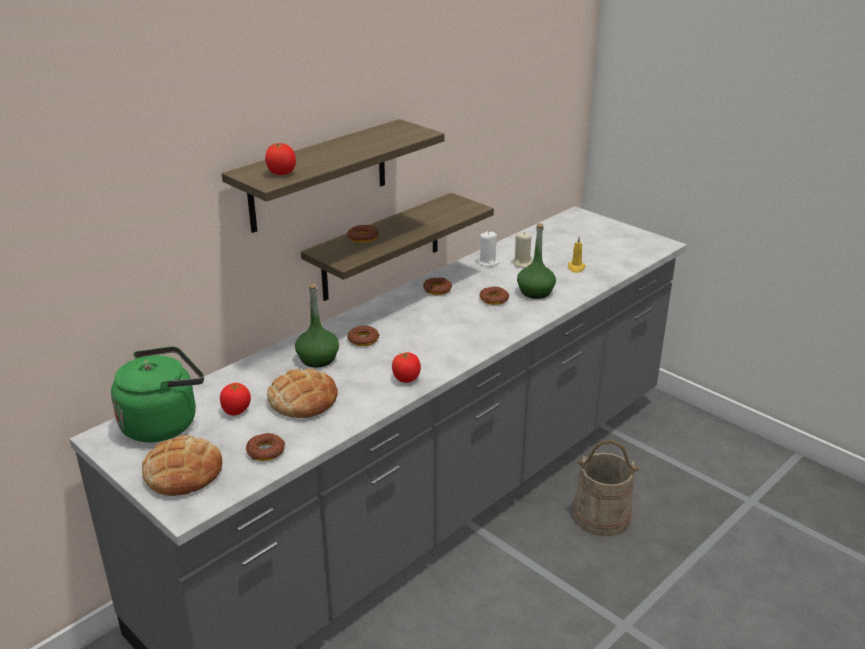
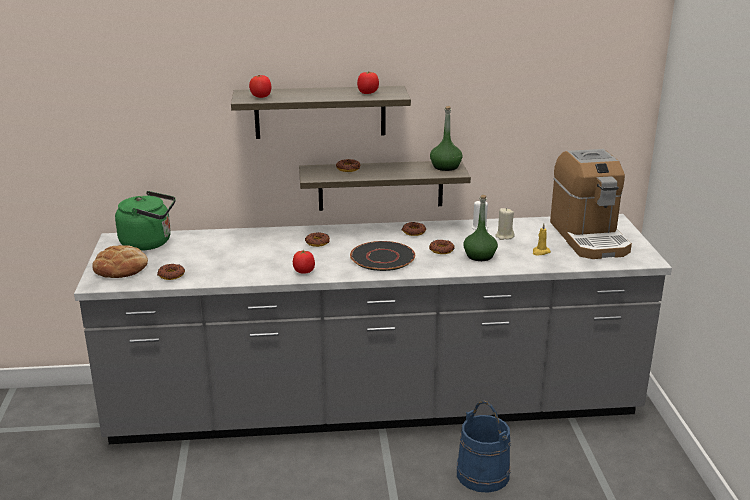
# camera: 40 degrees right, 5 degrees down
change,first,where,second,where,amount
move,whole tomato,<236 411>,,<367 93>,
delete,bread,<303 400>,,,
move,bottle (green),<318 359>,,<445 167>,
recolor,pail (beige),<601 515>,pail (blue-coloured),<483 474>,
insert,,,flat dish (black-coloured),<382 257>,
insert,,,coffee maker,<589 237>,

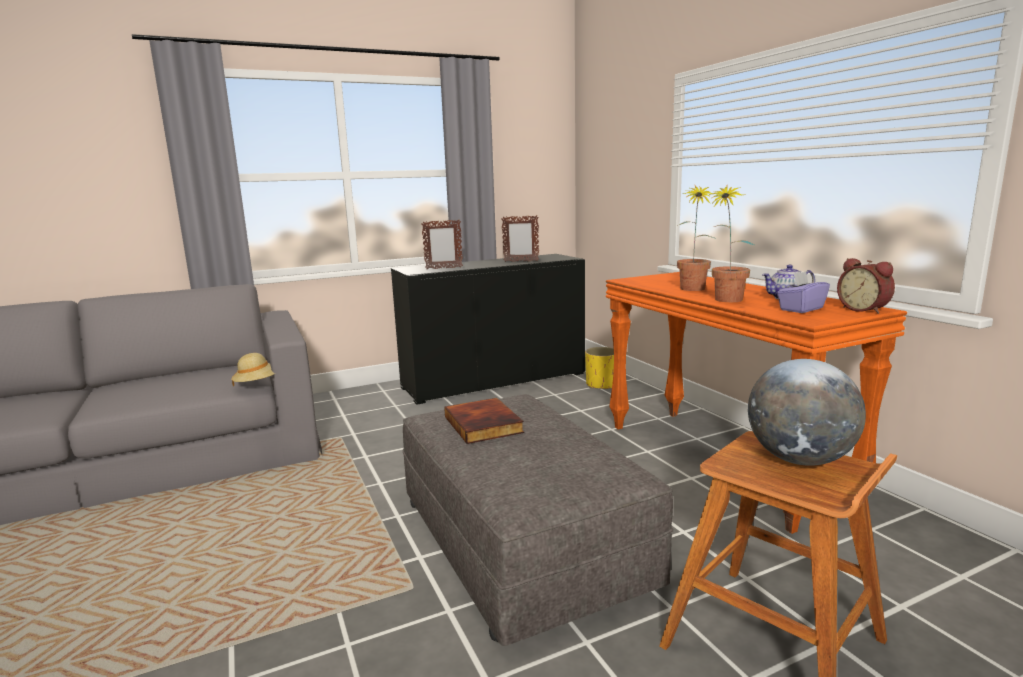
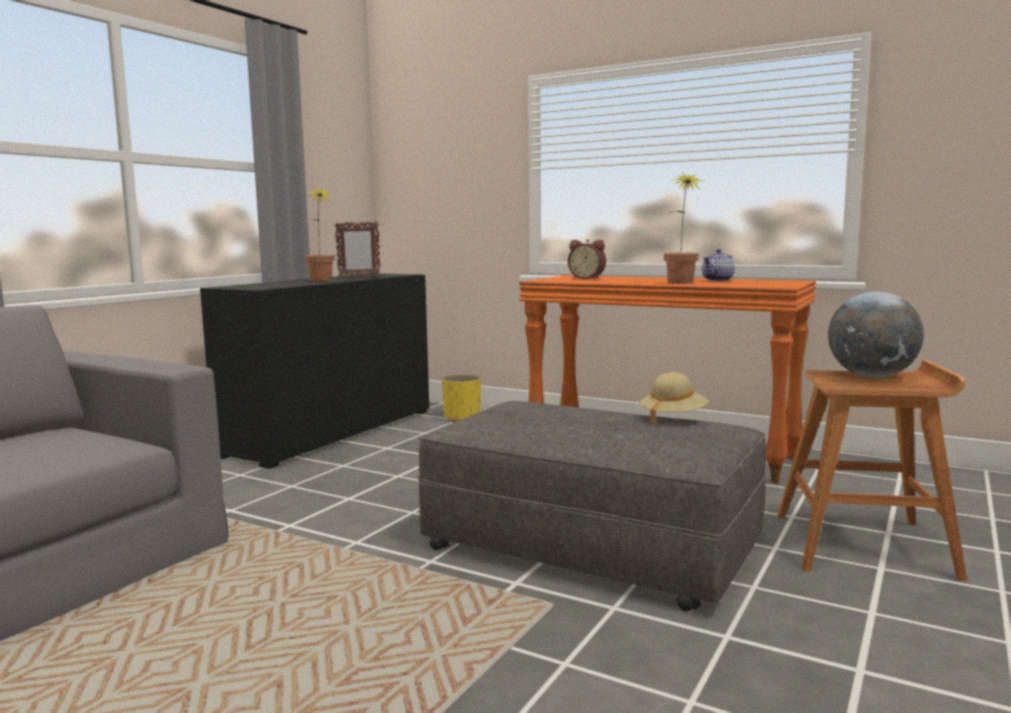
# camera: 35 degrees left, 5 degrees down
change,first,where,second,where,amount
move,clothing hat (beige),<258 384>,,<672 418>,
delete,standing frame,<443 268>,,,
delete,bound book,<485 424>,,,
move,houseplant,<692 290>,,<321 280>,
delete,tissue holder (purple-coloured),<800 309>,,,
move,table clock,<864 309>,,<587 278>,

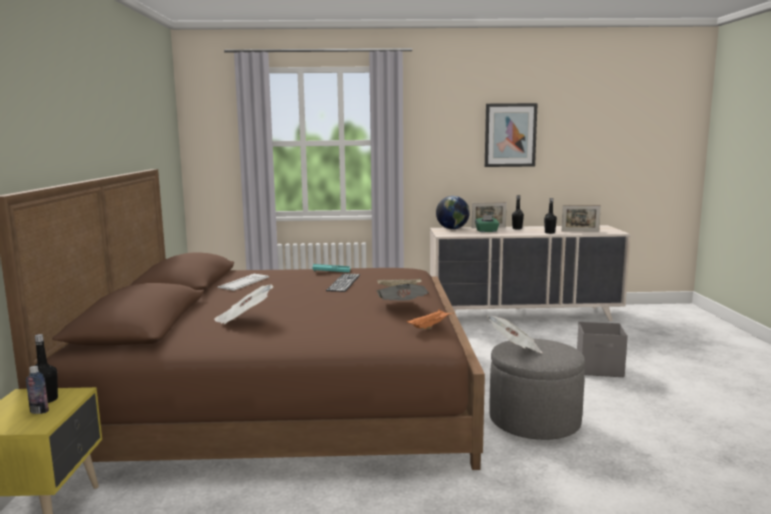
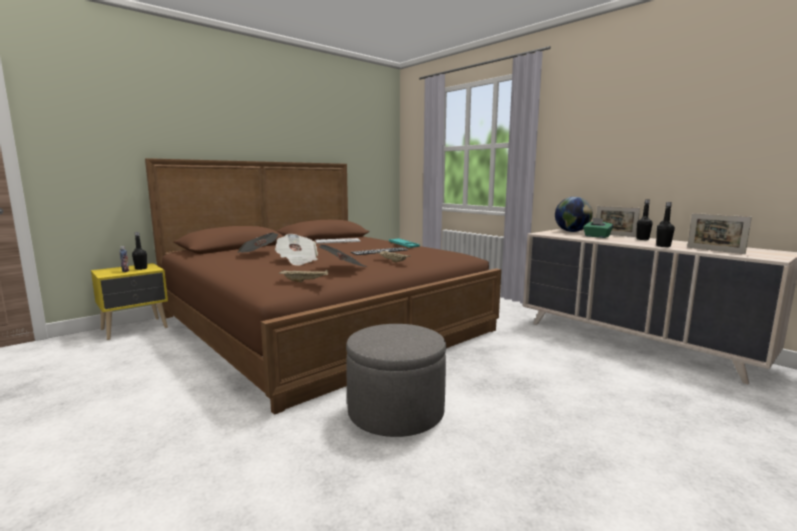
# camera: 50 degrees right, 0 degrees up
change,first,where,second,where,amount
recolor,carrying tray (orangey),<430 326>,carrying tray (beige),<305 281>,
delete,wall art,<510 135>,,,
move,printed paper,<514 348>,,<297 261>,
delete,storage bin (grey),<600 369>,,,

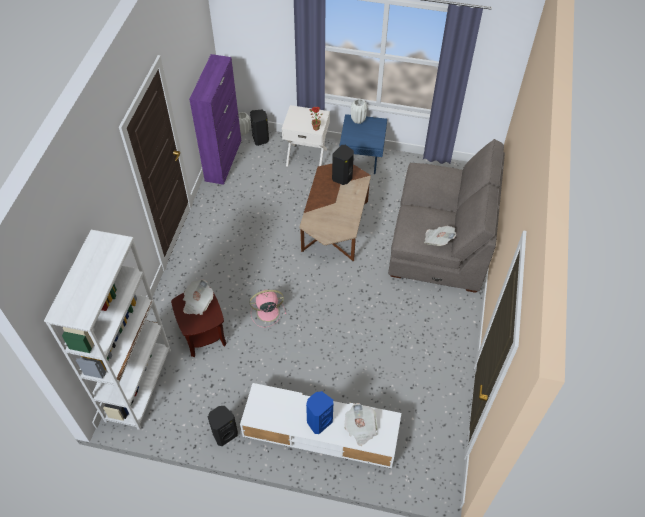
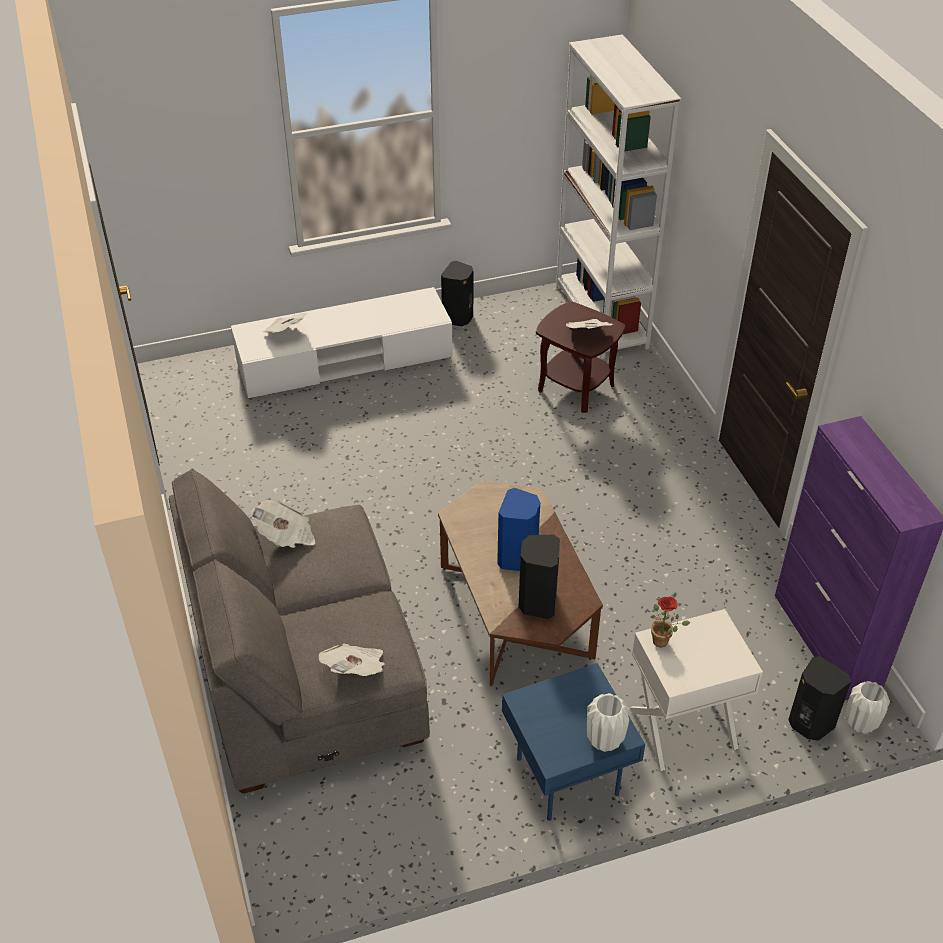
# camera: 150 degrees right, 10 degrees down
change,first,where,second,where,amount
delete,electric fan (pinkish),<266 312>,,,
move,speaker (blue-coloured),<319 421>,,<518 558>,
insert,,,printed paper,<356 670>,

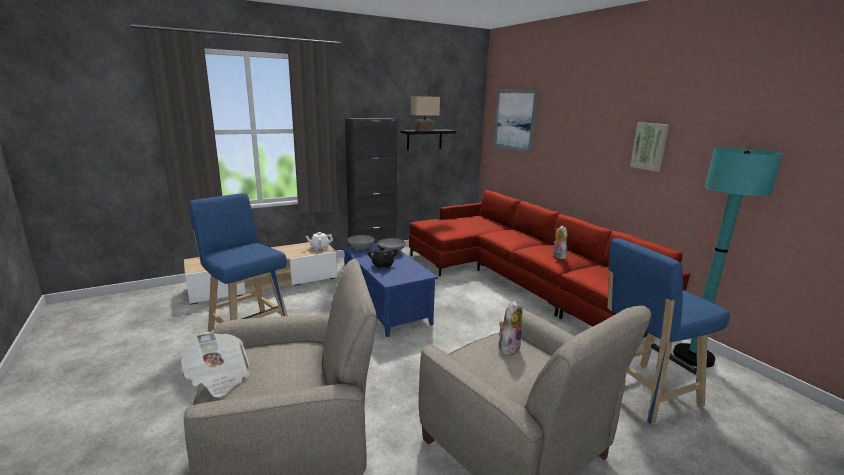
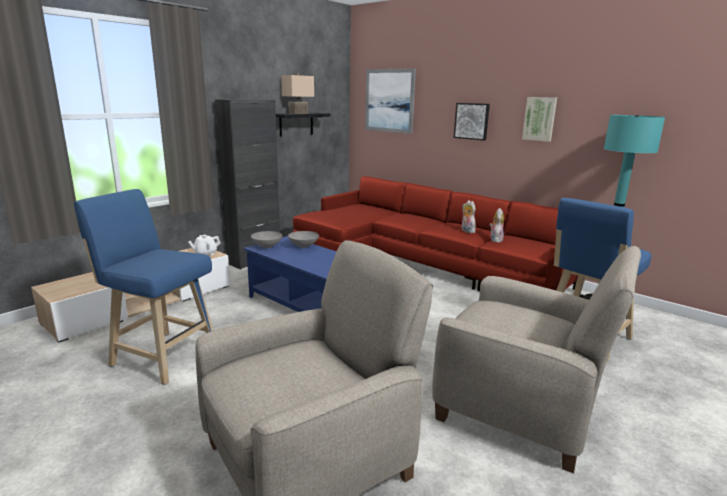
# camera: 20 degrees left, 0 degrees up
change,first,where,second,where,amount
delete,printed paper,<218 377>,,,
delete,teapot (black-coloured),<382 265>,,,
move,plush toy,<508 347>,,<495 240>,
insert,,,wall art,<472 121>,

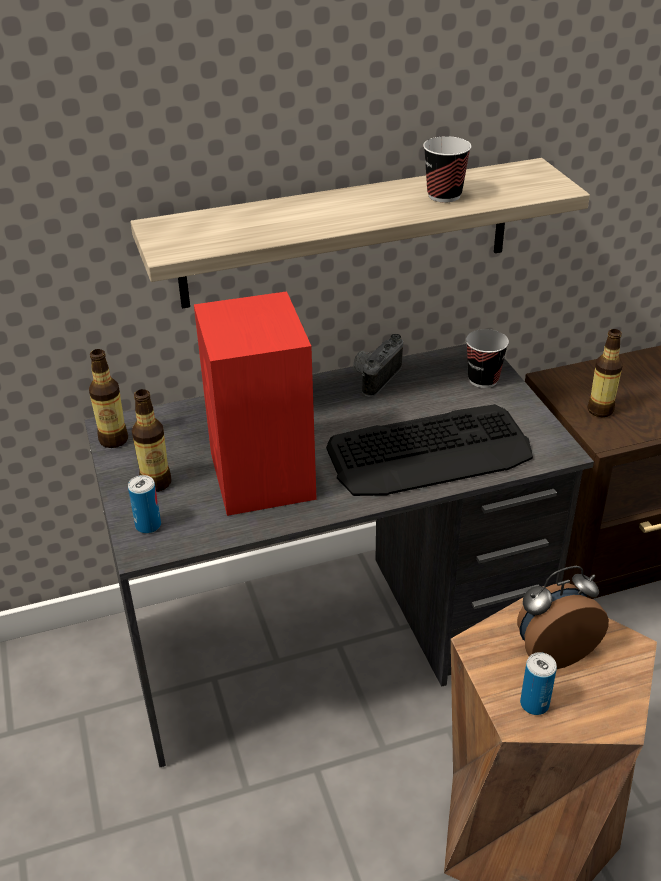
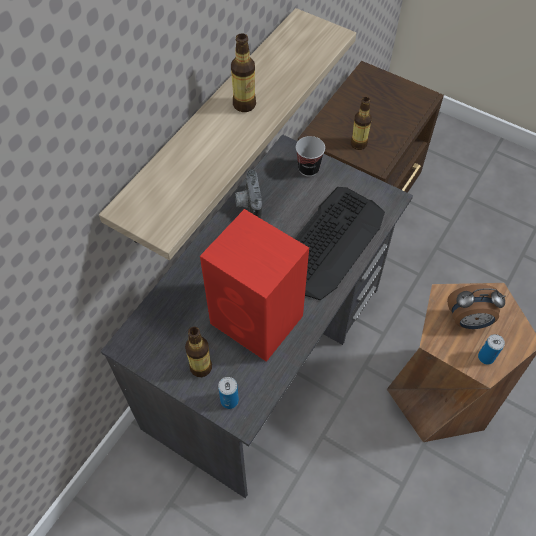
# camera: 40 degrees left, 20 degrees up
change,first,where,second,where,amount
move,bottle,<114 440>,,<244 104>,
delete,small cup,<444 195>,,,
rotate,table clock,<552 651>,,<468 321>,120 degrees counterclockwise

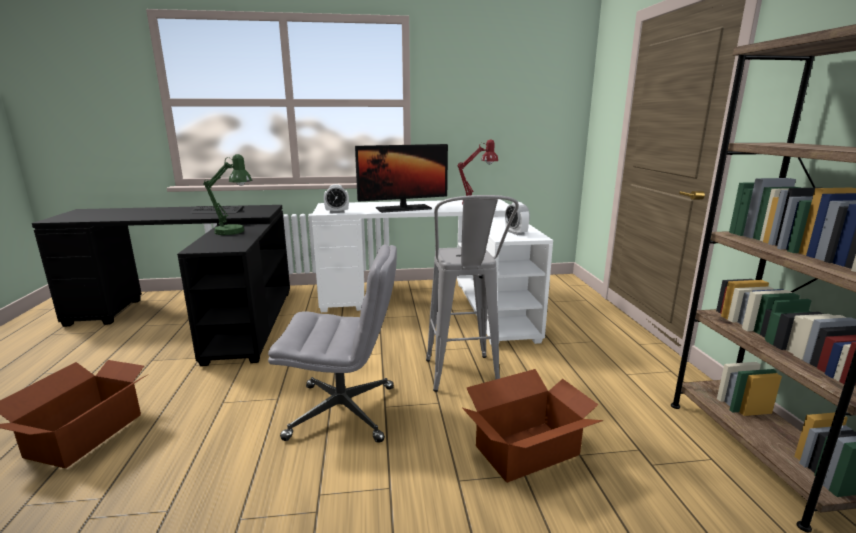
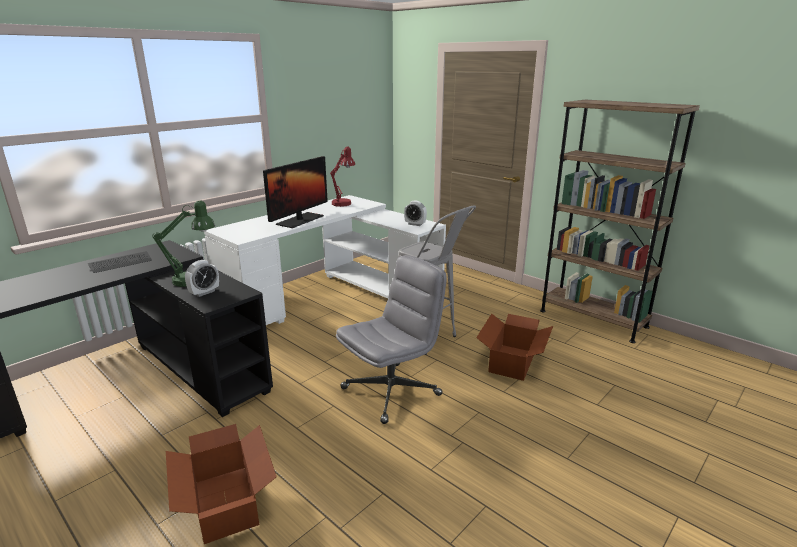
# camera: 40 degrees left, 5 degrees up
change,first,where,second,where,amount
move,table clock,<337 212>,,<204 292>,

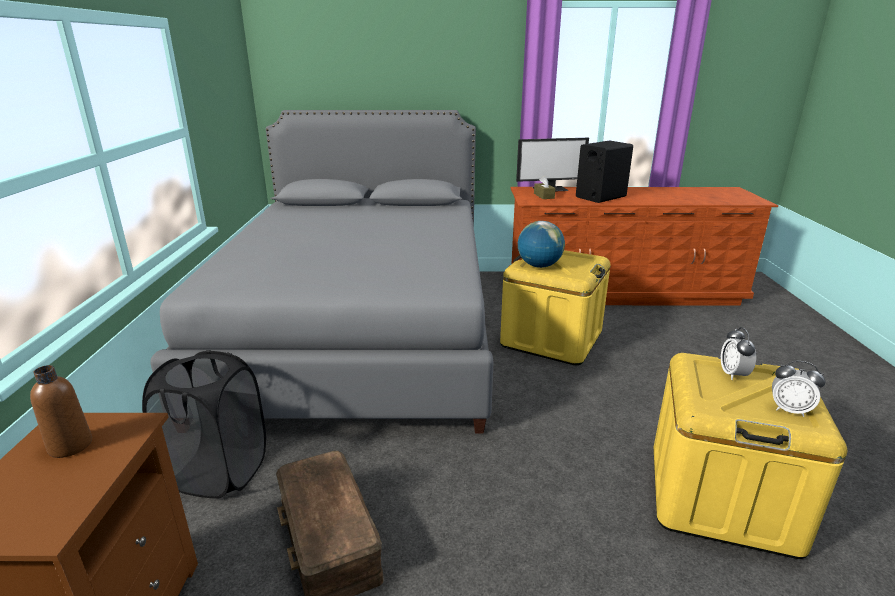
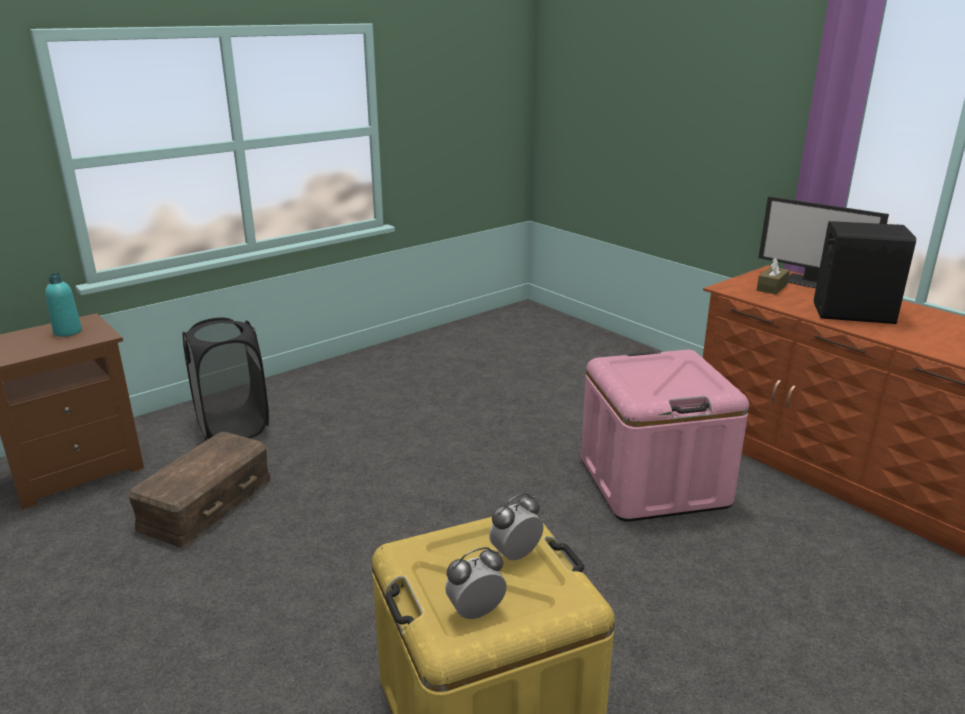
# camera: 50 degrees right, 0 degrees up
change,first,where,second,where,amount
recolor,bottle (brown),<70 446>,bottle (turquoise-coloured),<68 332>,
delete,bed (grey),<361 332>,,,
recolor,storage bin (yellow-coloured),<551 339>,storage bin (pinkish),<653 482>,
delete,desk globe,<539 266>,,,
rotate,table clock,<789 410>,,<476 612>,75 degrees clockwise

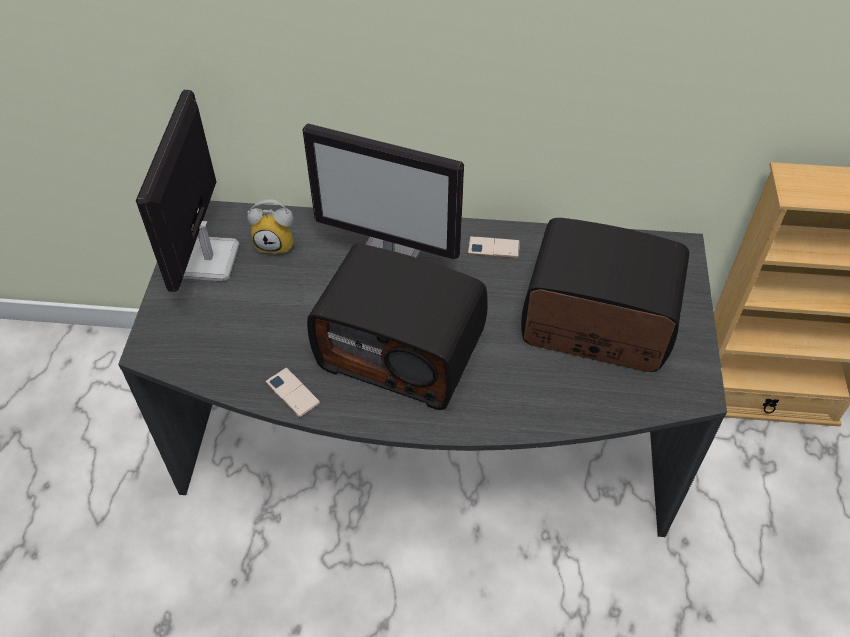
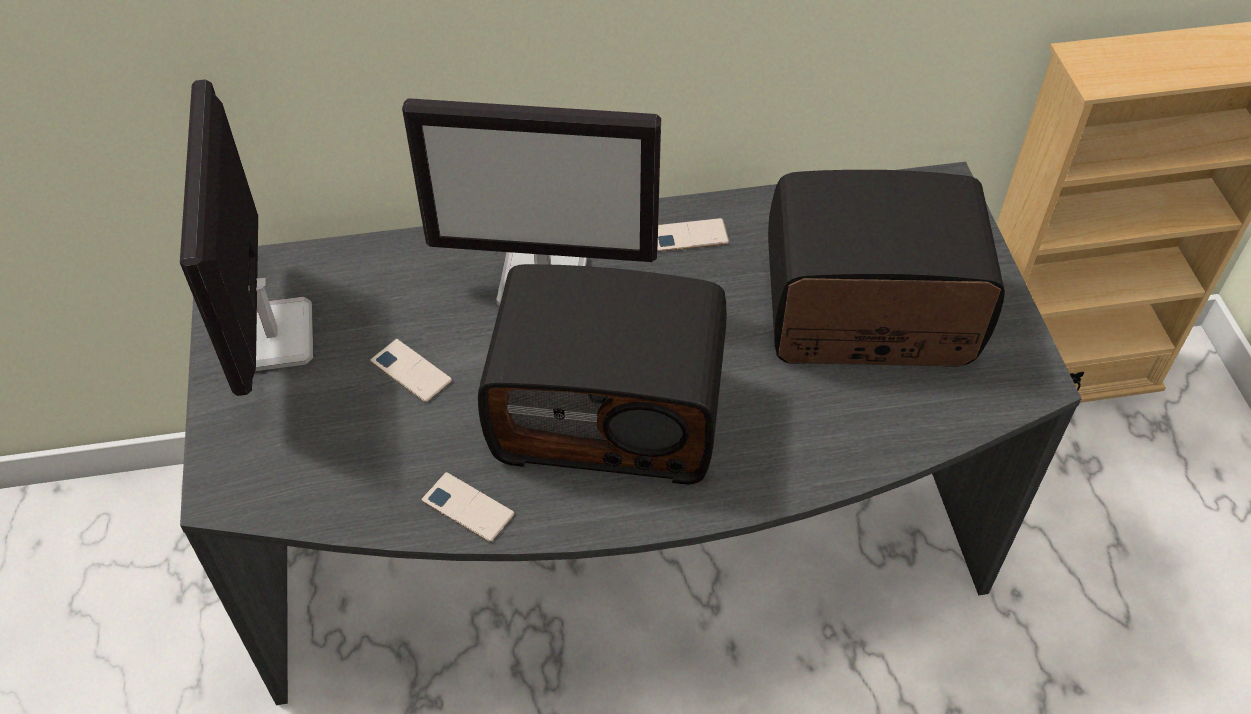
# camera: 15 degrees left, 0 degrees up
change,first,where,second,where,amount
delete,table clock,<277 243>,,,
insert,,,telephone,<411 371>,

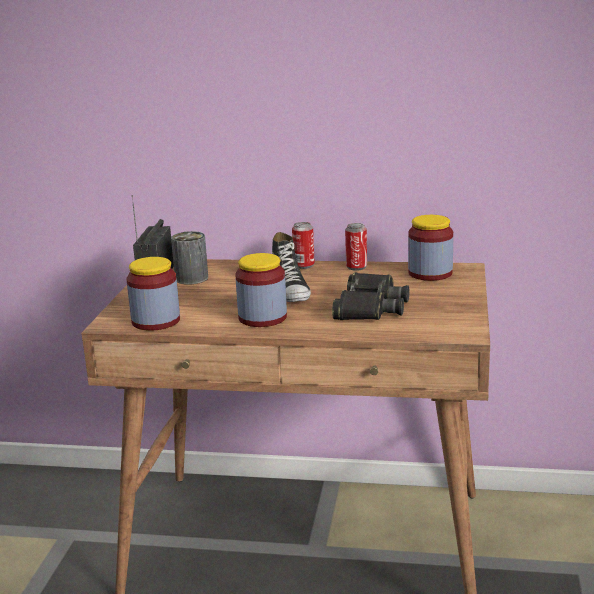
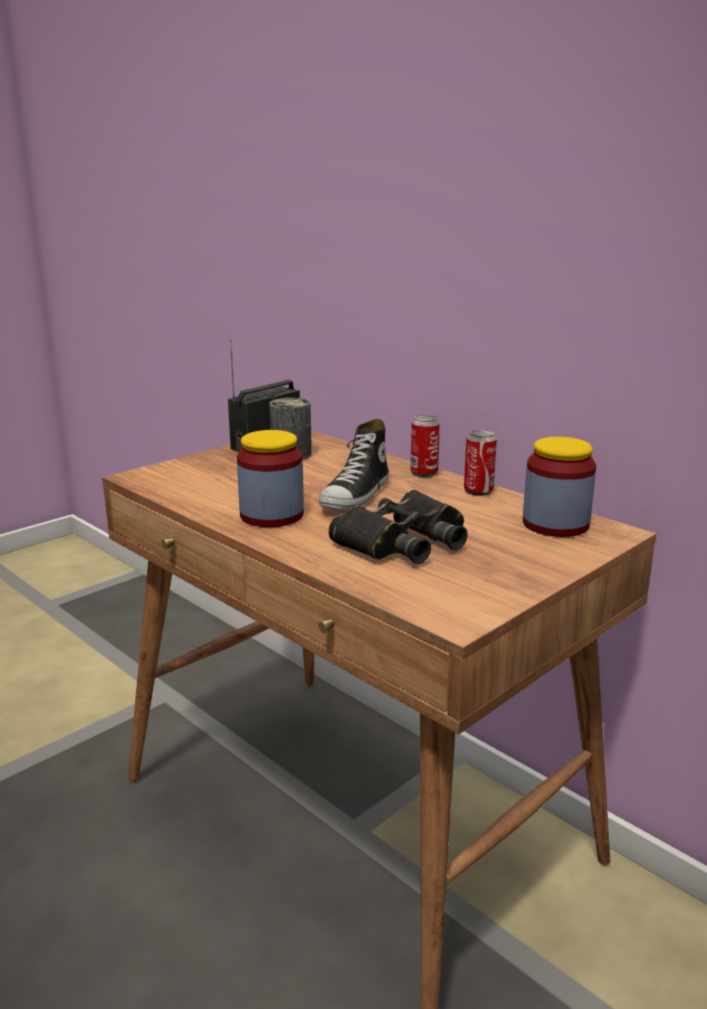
# camera: 35 degrees right, 0 degrees up
change,first,where,second,where,amount
delete,storage jar,<156 321>,,,

